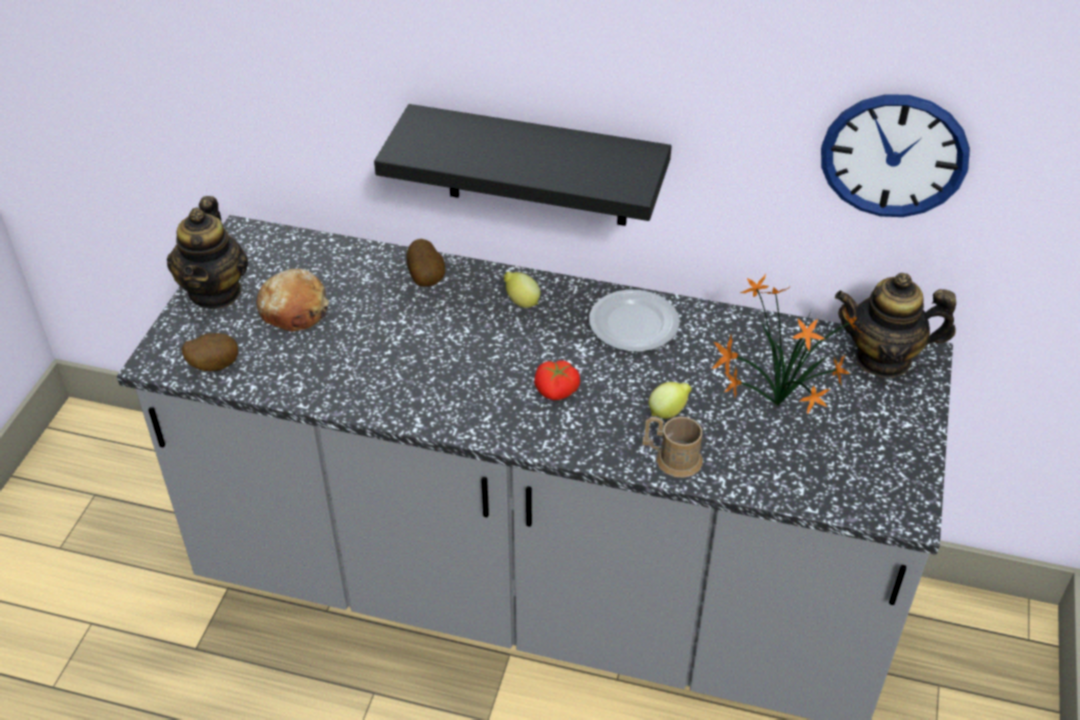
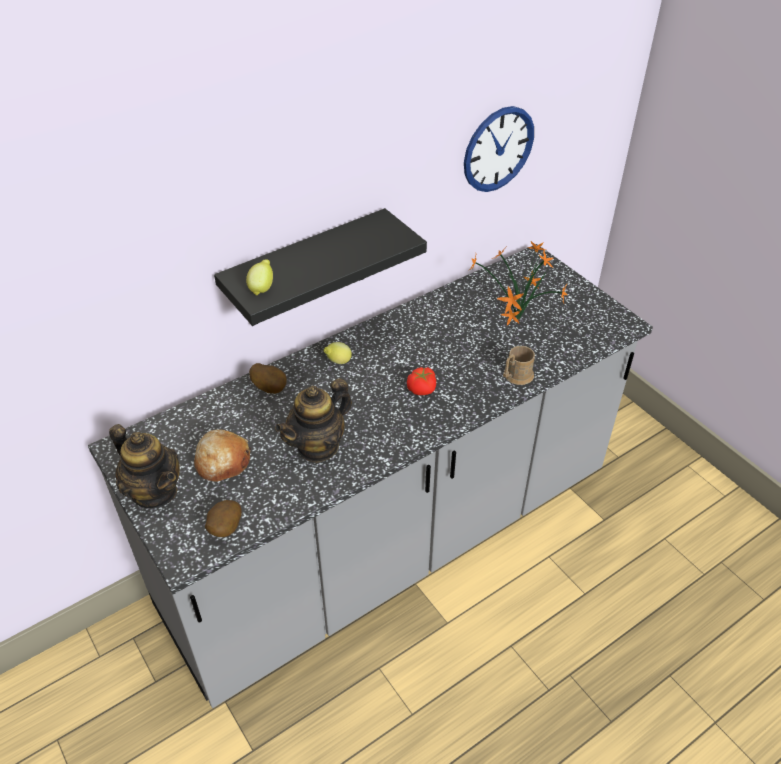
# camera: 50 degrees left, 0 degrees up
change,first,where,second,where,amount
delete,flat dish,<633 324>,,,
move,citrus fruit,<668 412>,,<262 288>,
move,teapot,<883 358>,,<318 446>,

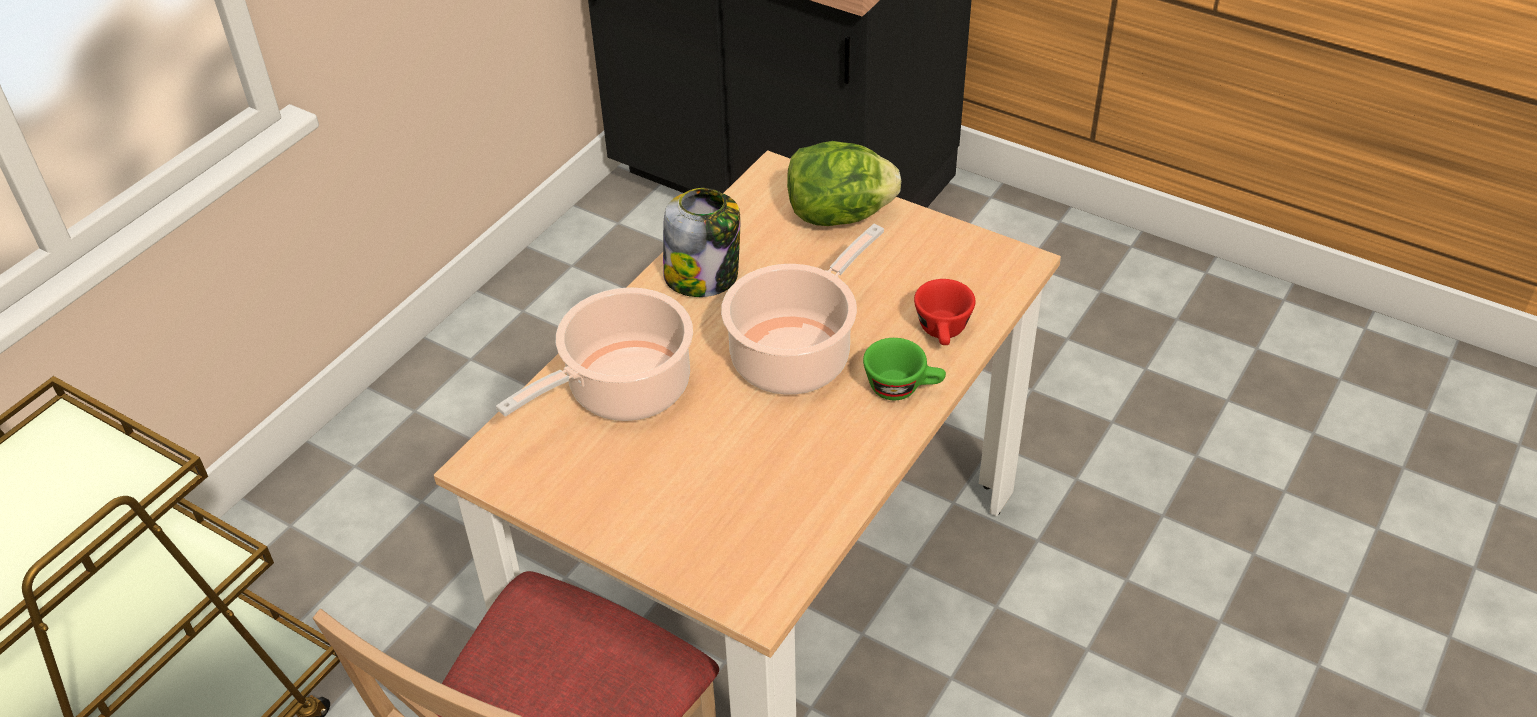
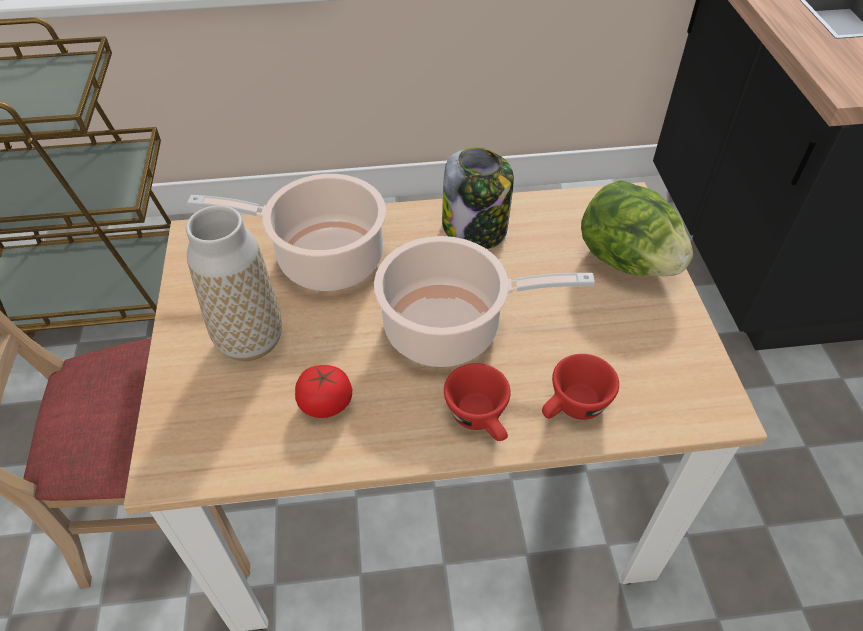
# camera: 50 degrees right, 5 degrees up
change,first,where,second,where,amount
recolor,small cup (green),<903 387>,small cup (red-coloured),<481 419>,
insert,,,vase,<250 340>,
insert,,,whole tomato,<326 403>,

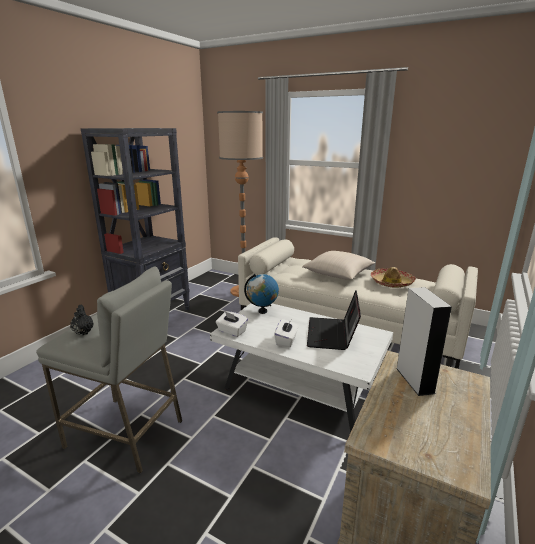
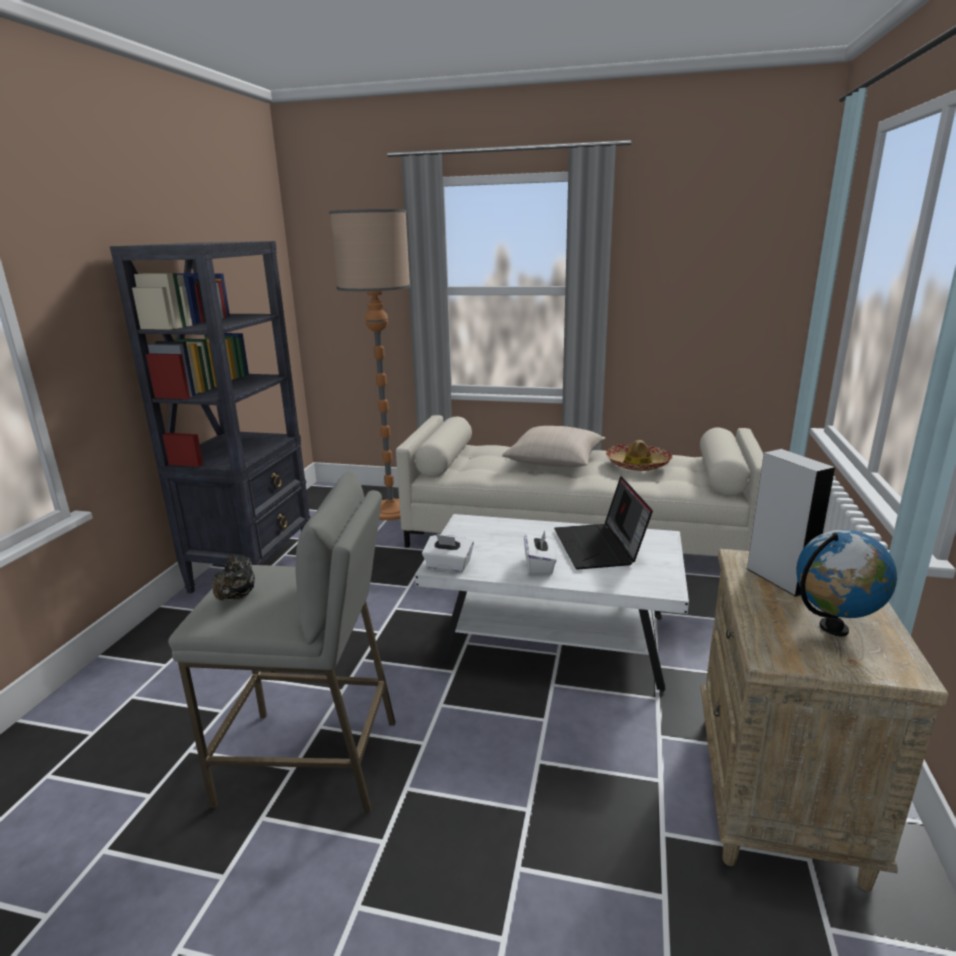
# camera: 15 degrees left, 0 degrees up
change,first,where,second,where,amount
rotate,teapot (black-coloured),<83 332>,,<237 597>,135 degrees counterclockwise
move,desk globe,<262 311>,,<833 628>,

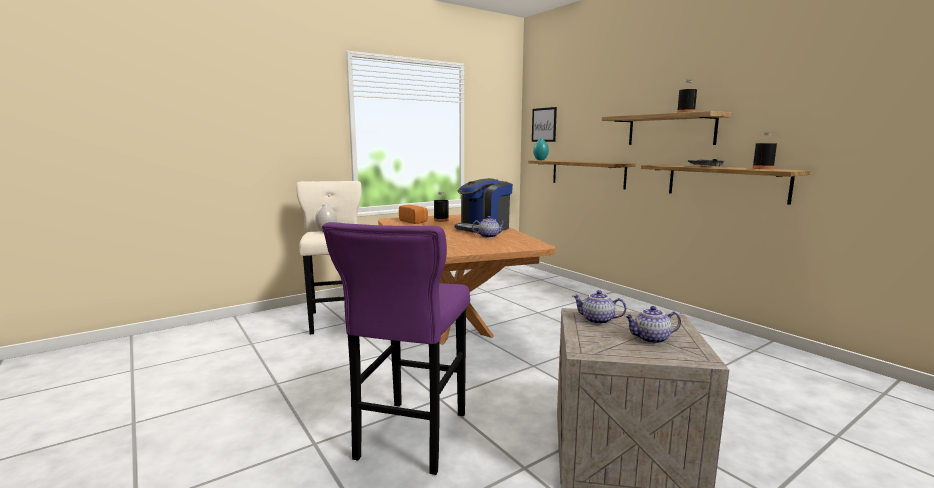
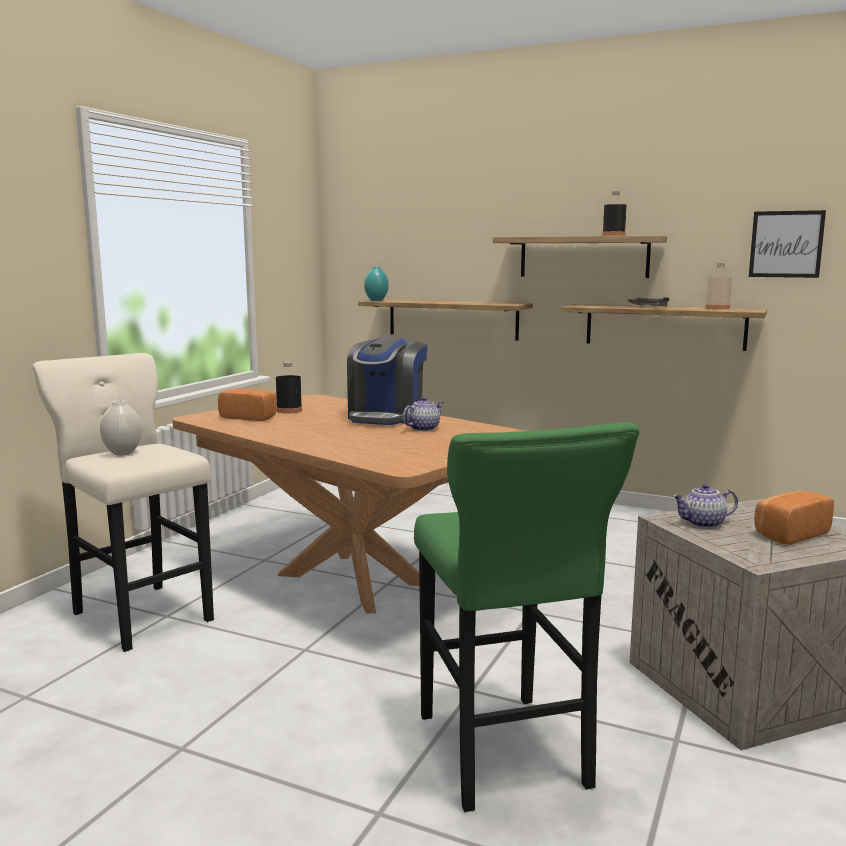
# camera: 30 degrees left, 0 degrees up
change,first,where,second,where,amount
recolor,sitting stool (purple-coloured),<410 439>,sitting stool (green),<504 756>,
move,wall art,<544 125>,,<786 244>,
replace,teapot,<651 339>,bread,<788 534>,
recolor,bottle (black-coloured),<763 168>,bottle (beige),<717 308>,

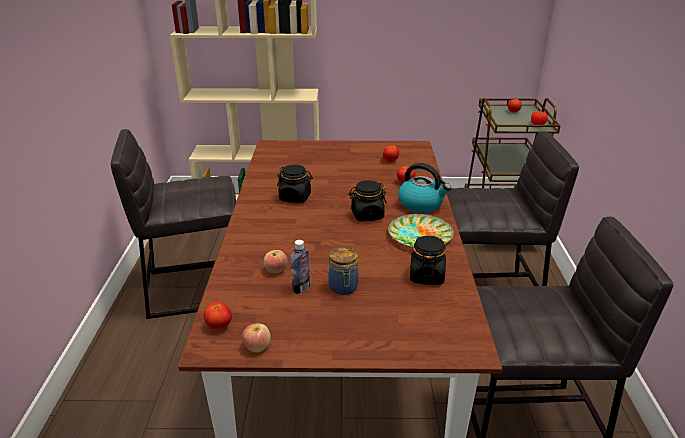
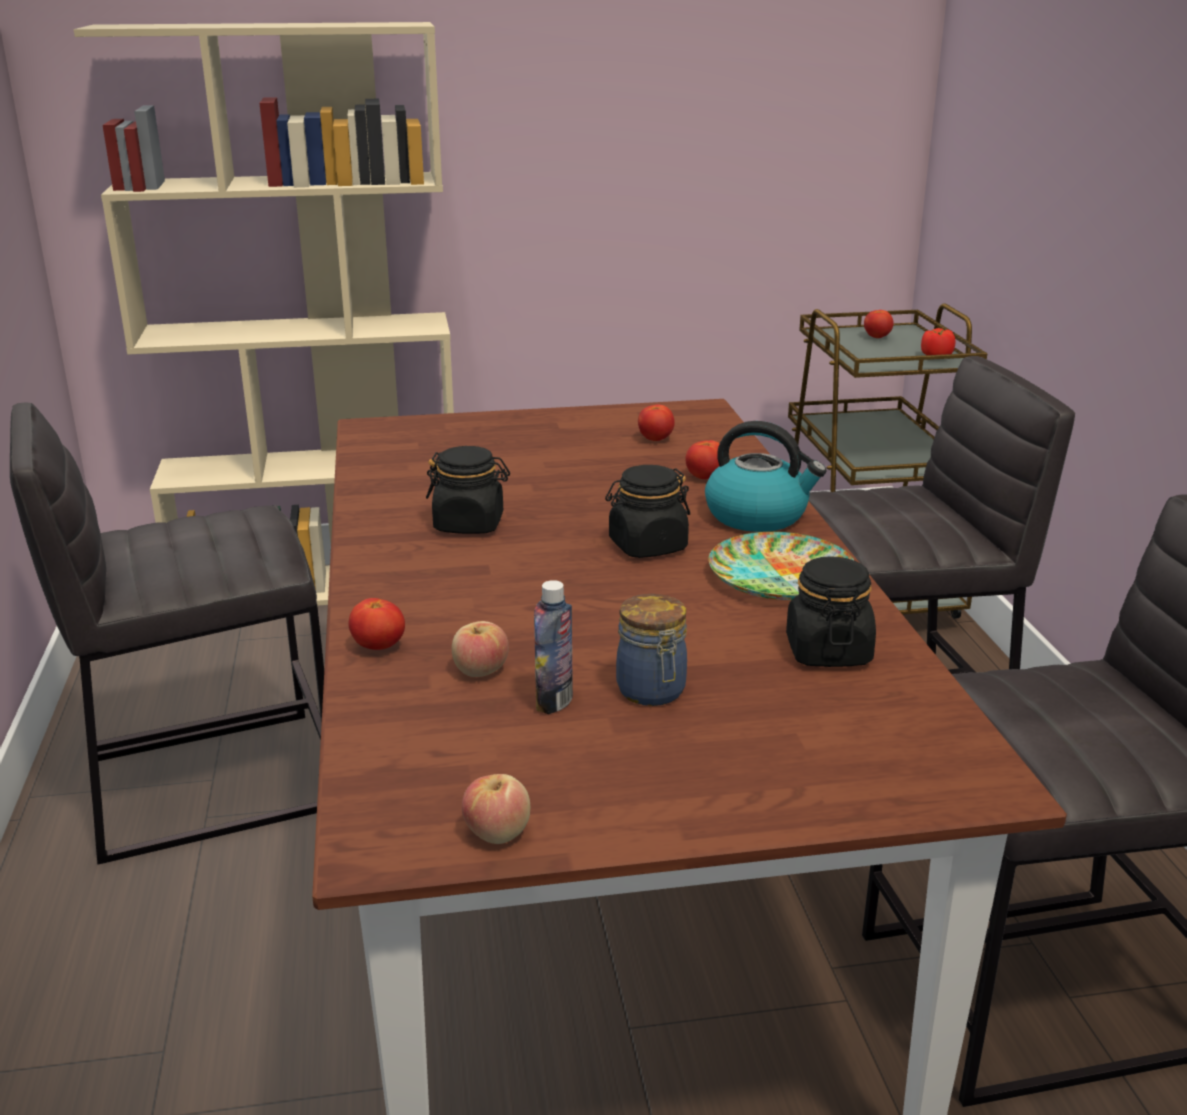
# camera: 10 degrees left, 5 degrees down
change,first,where,second,where,amount
move,whole tomato,<219 326>,,<378 647>,

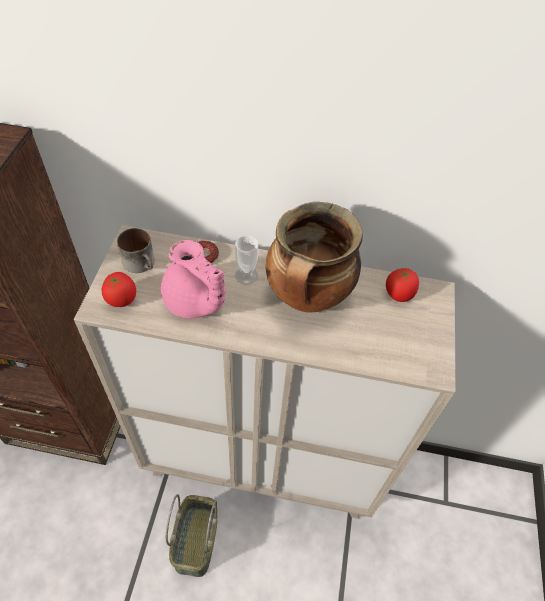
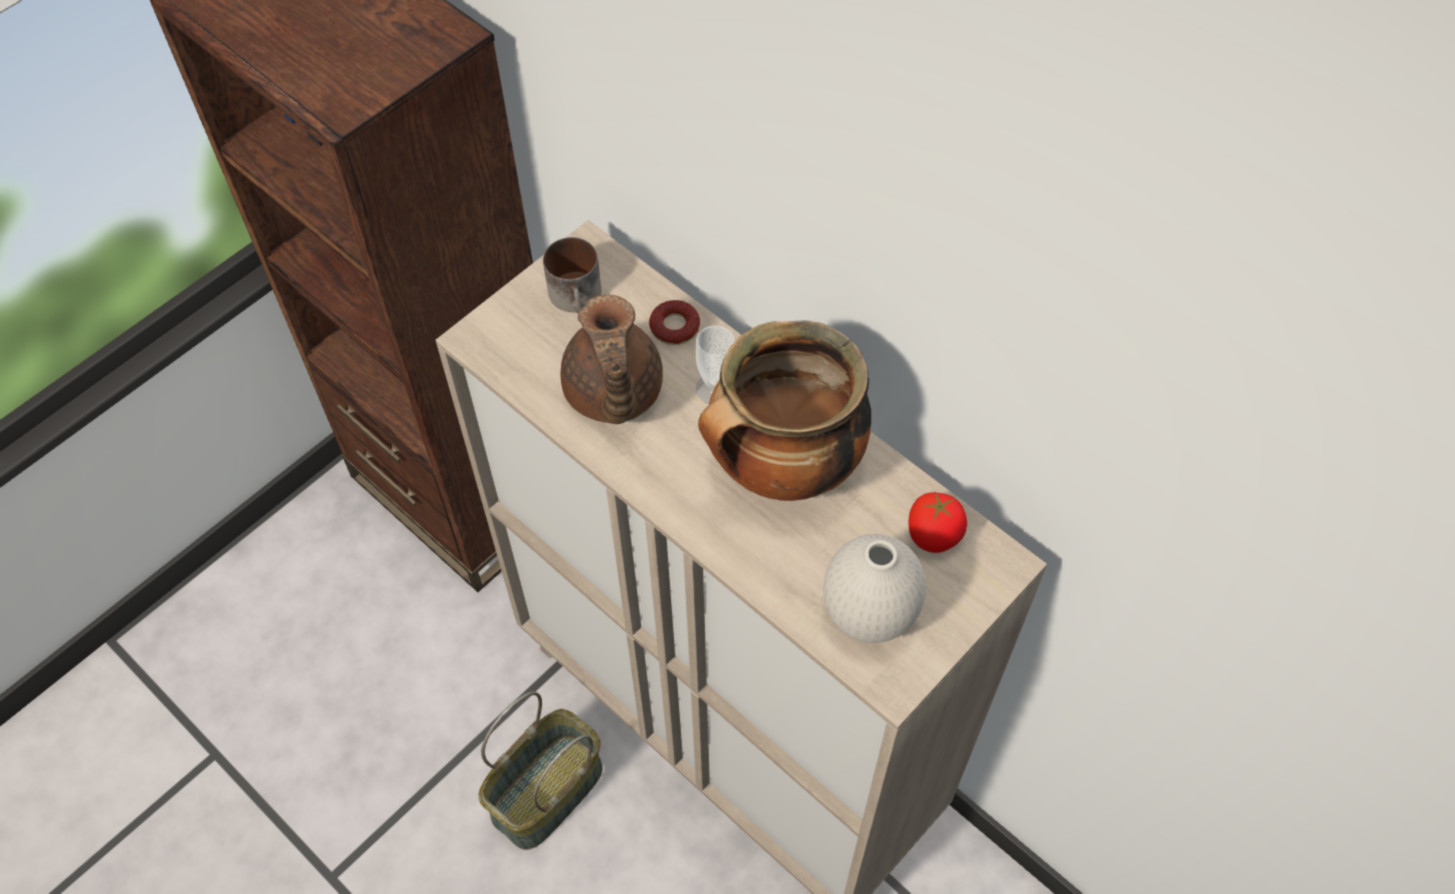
# camera: 35 degrees right, 5 degrees up
change,first,where,second,where,amount
delete,whole tomato,<121 299>,,,
recolor,teapot (pinkish),<195 302>,teapot (brown),<612 394>,
insert,,,vase (white-coloured),<868 614>,

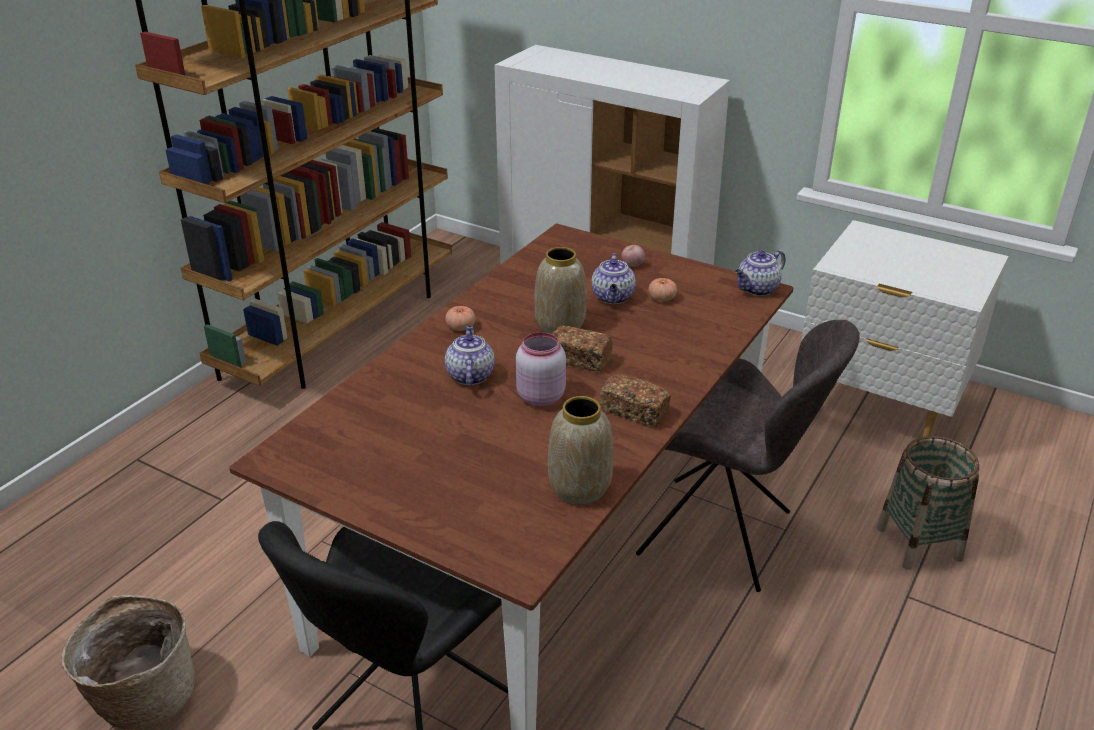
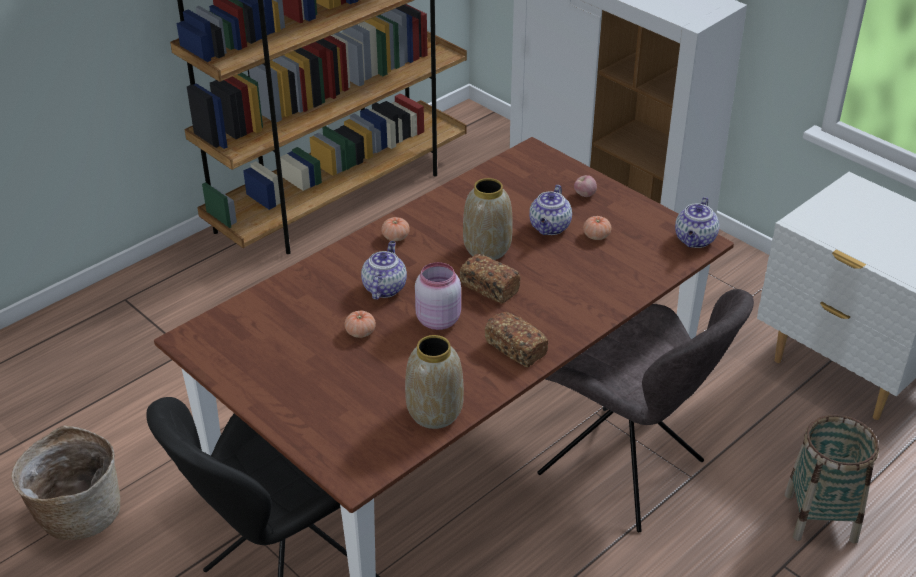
# camera: 15 degrees right, 5 degrees up
change,first,where,second,where,amount
rotate,teapot,<757 289>,,<695 240>,45 degrees counterclockwise
insert,,,whole tomato,<360 332>,

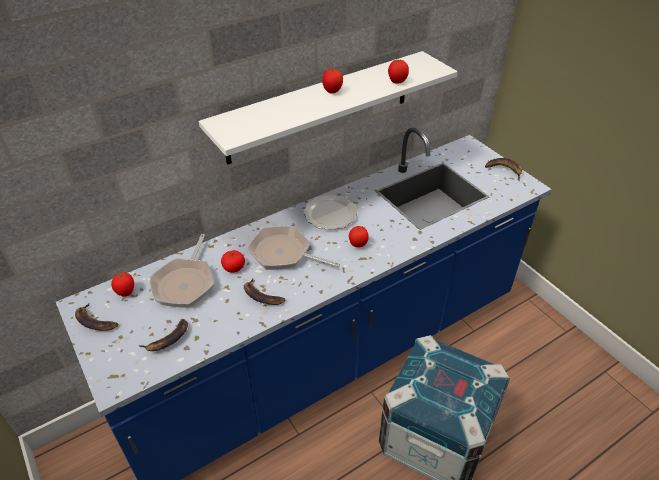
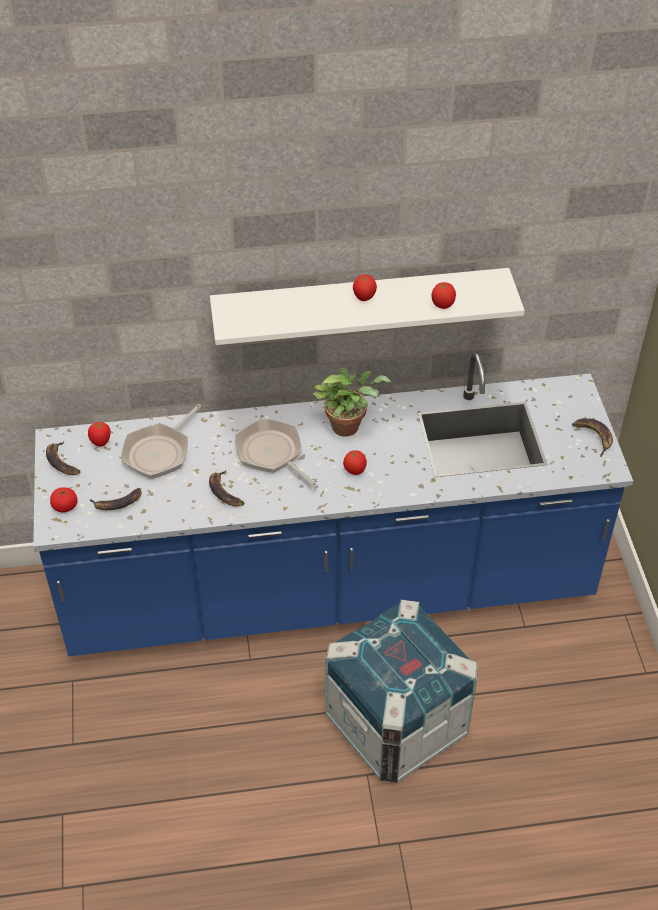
# camera: 25 degrees right, 5 degrees up
change,first,where,second,where,amount
move,whole tomato,<234 268>,,<65 506>,
replace,flat dish,<331 214>,houseplant,<349 426>,

